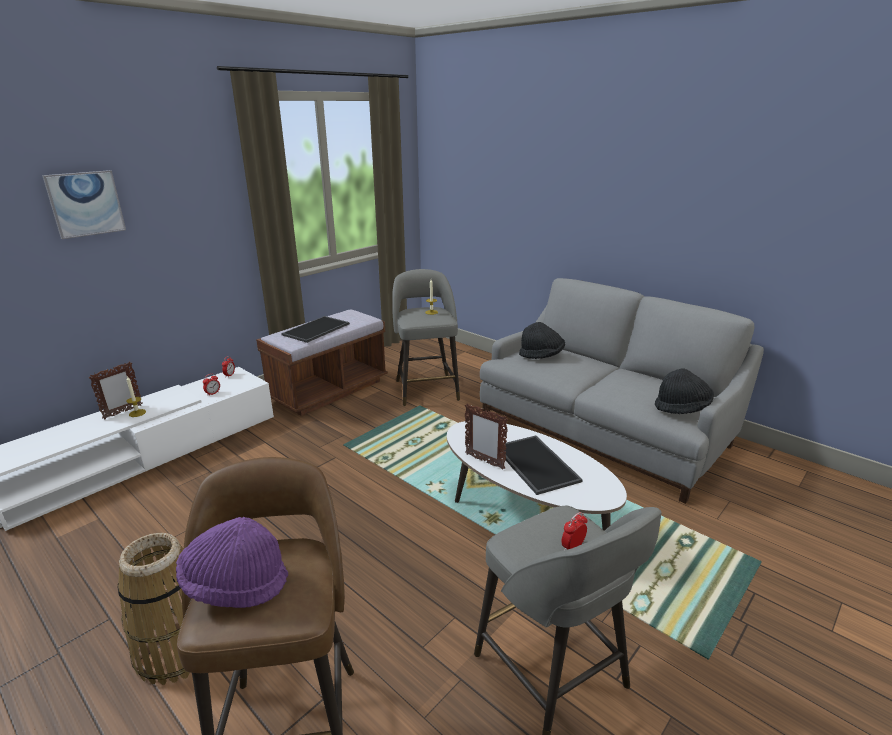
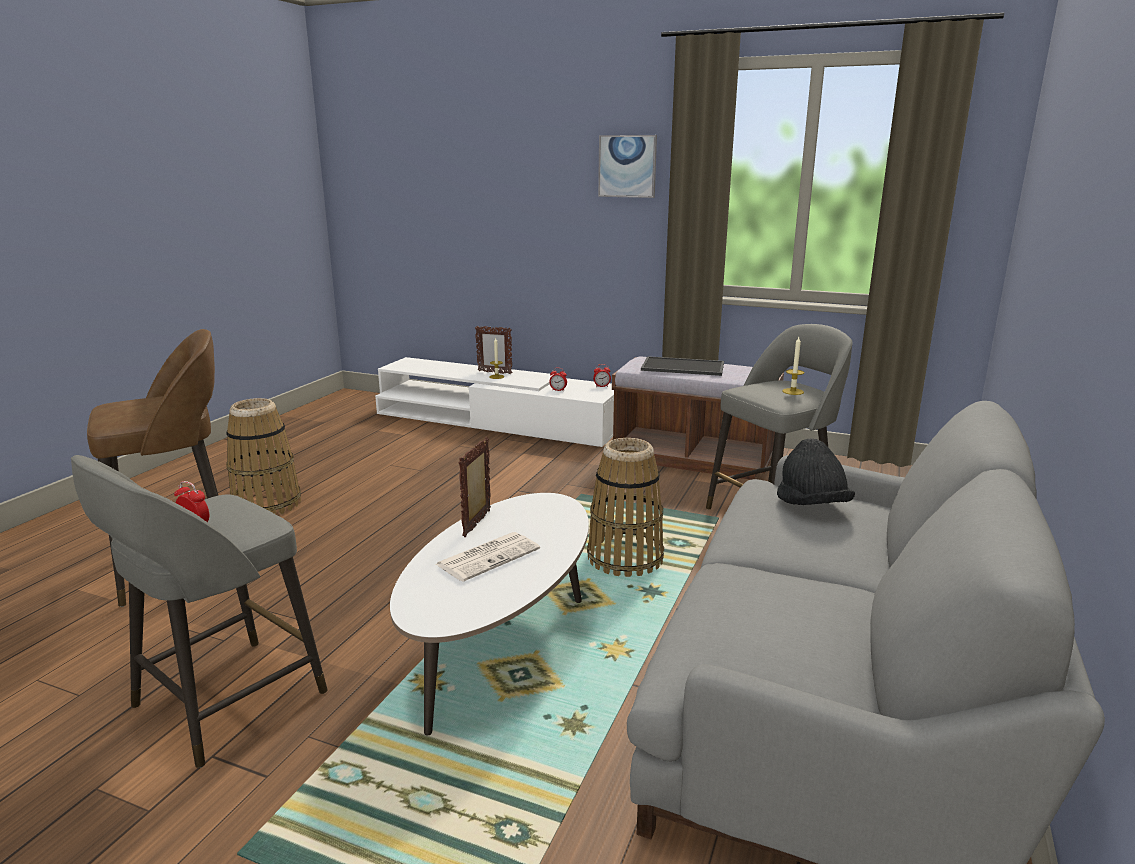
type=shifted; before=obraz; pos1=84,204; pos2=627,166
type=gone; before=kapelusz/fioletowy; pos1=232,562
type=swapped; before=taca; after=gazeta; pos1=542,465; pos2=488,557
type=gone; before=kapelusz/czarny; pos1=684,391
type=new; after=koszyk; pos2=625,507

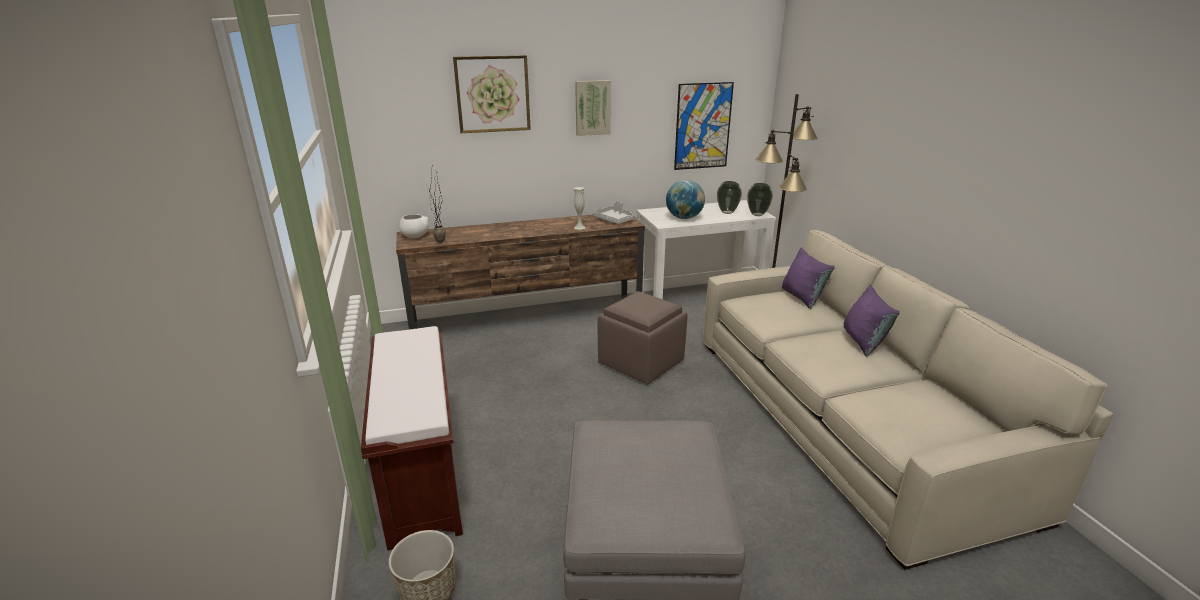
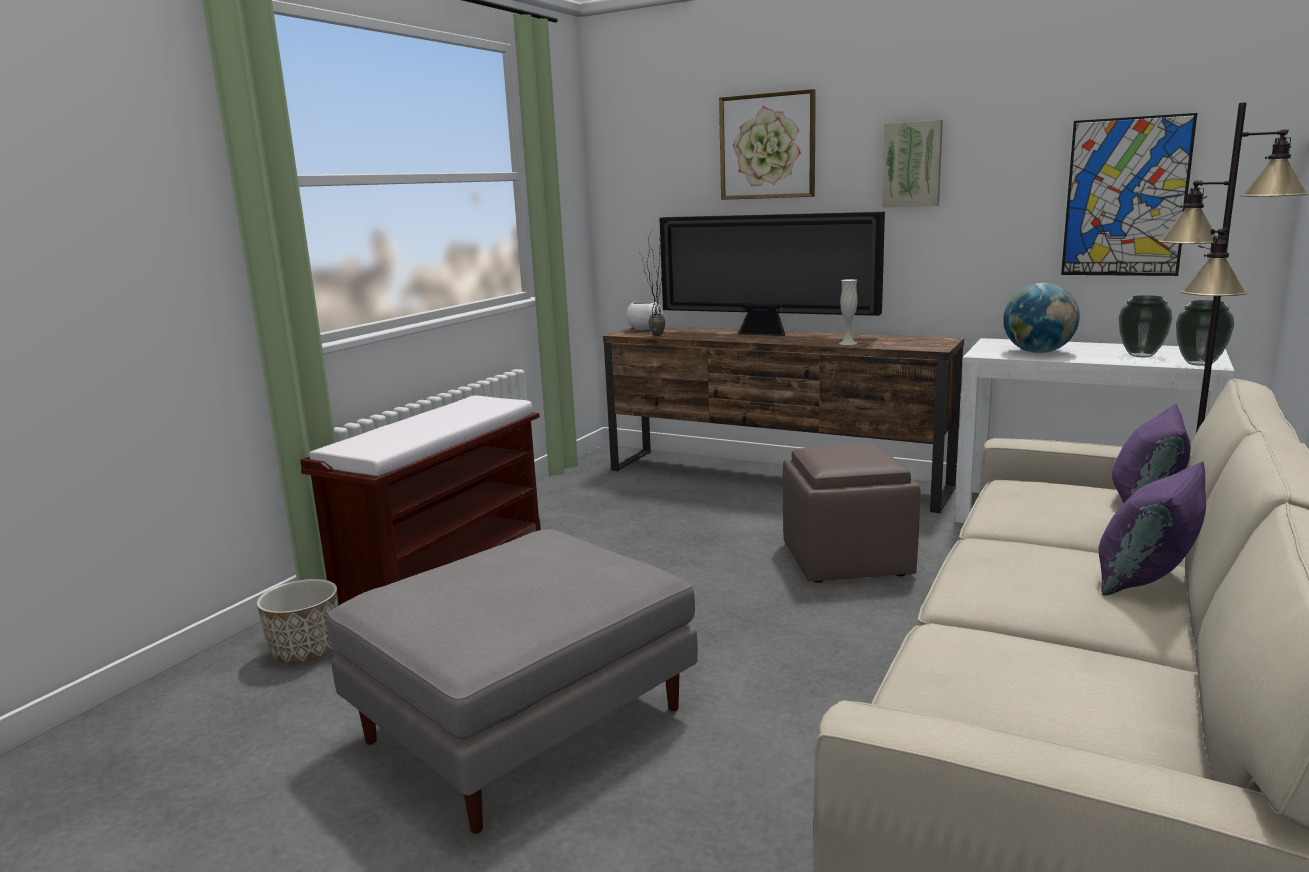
type=gone; before=taca/szary; pos1=613,212
type=new; after=telewizor; pos2=772,274

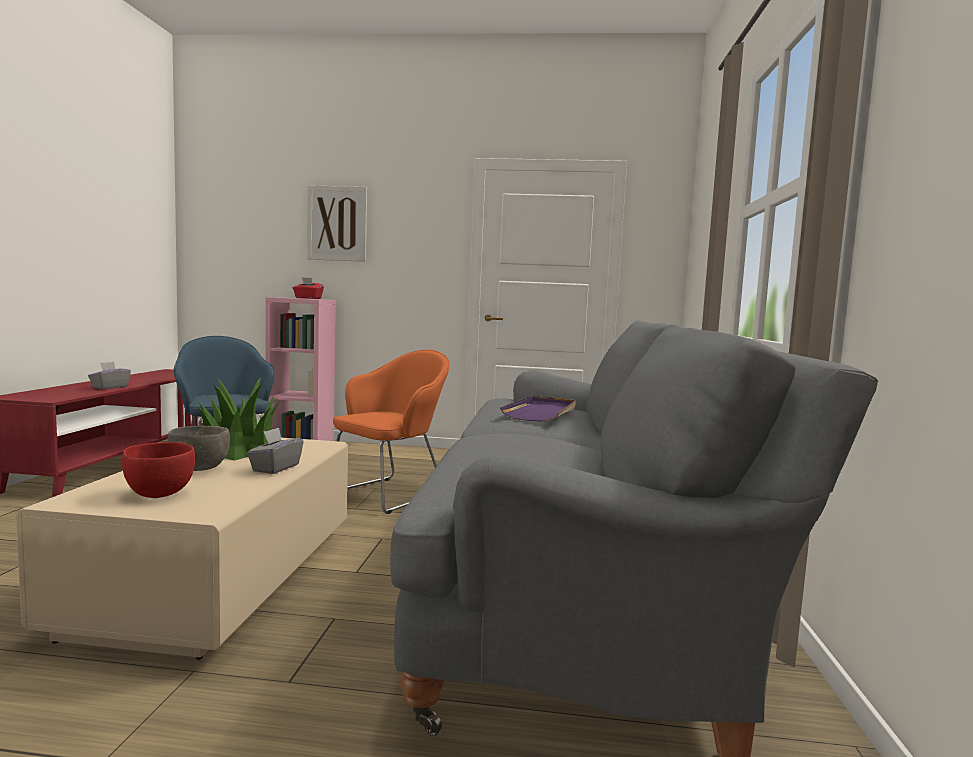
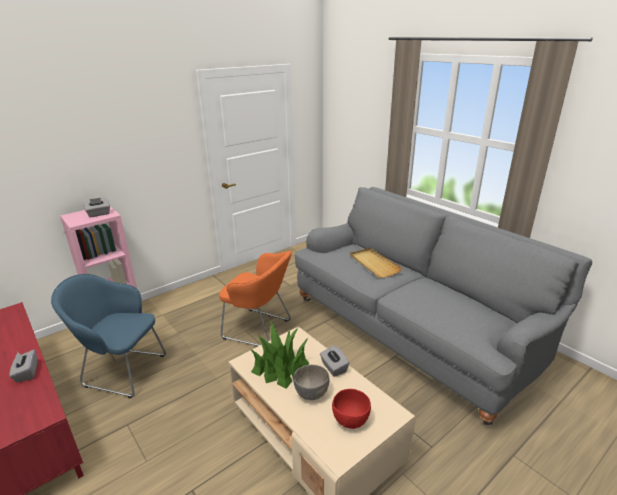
type=repainted; before=pudełko chusteczek/czerwony; after=pudełko chusteczek/szary; pos1=308,288; pos2=96,207
type=gone; before=obraz; pos1=337,223
type=rotated; before=fotel/pomarańczowy; pos1=391,432; pos2=255,298; turn=120
type=repainted; before=taca/fioletowy; after=taca/beżowy; pos1=538,409; pos2=376,263

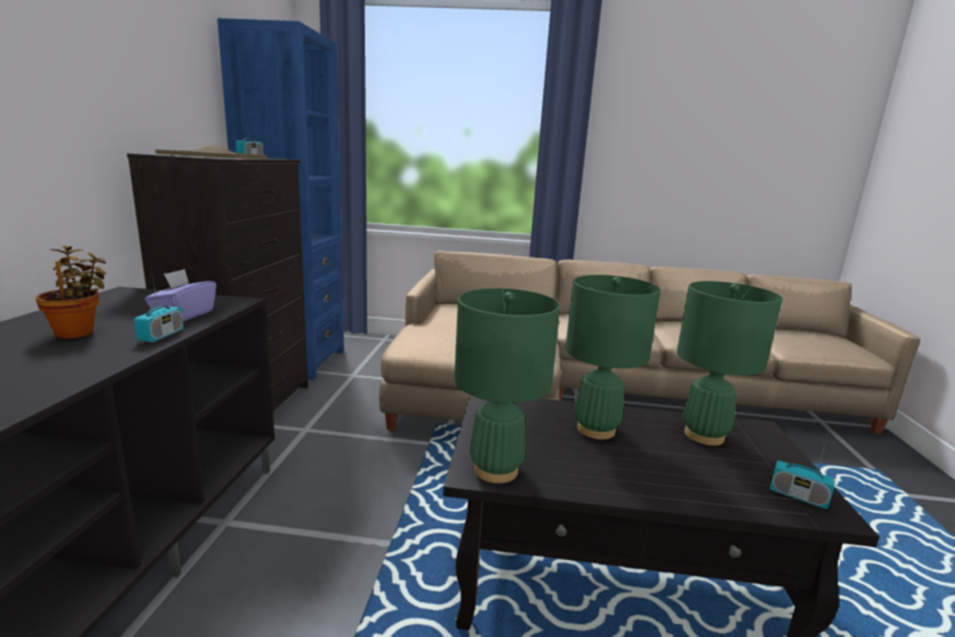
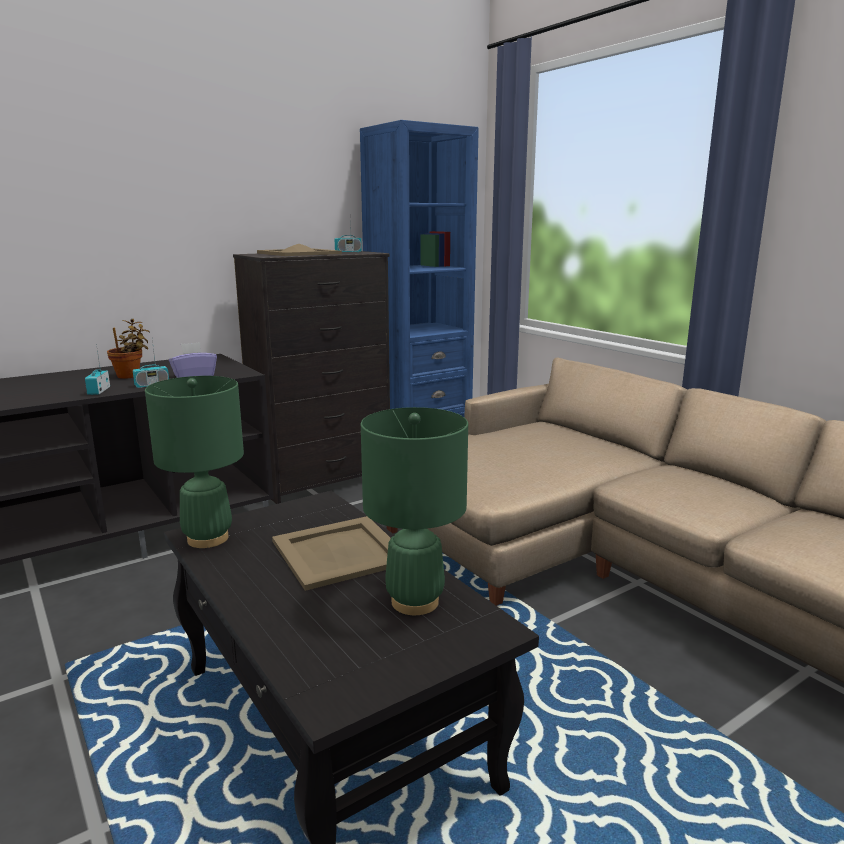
type=swapped; before=lampa stołowa/zielony; after=taca/beżowy; pos1=613,357; pos2=331,553
type=shifted; before=radio; pos1=802,470; pos2=97,369

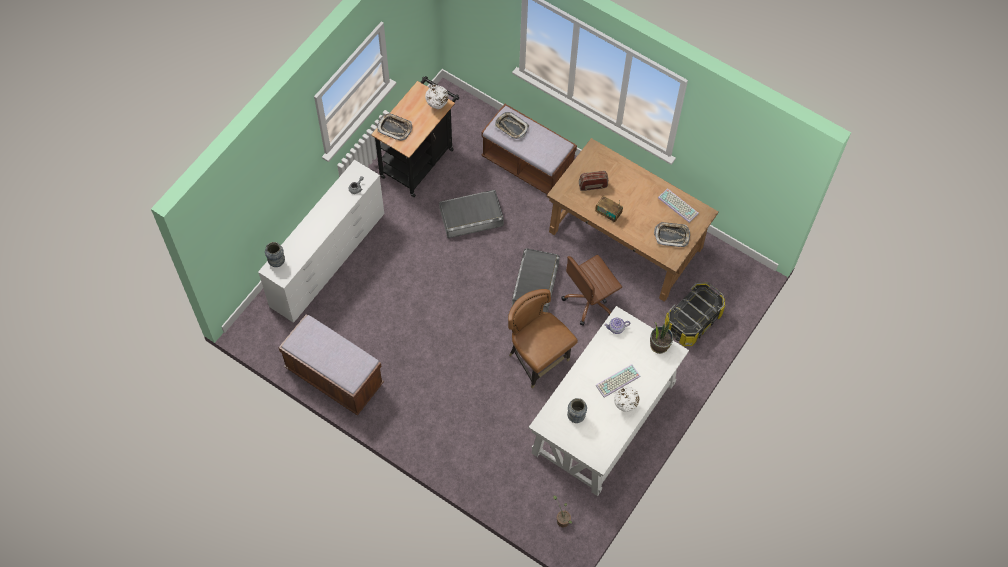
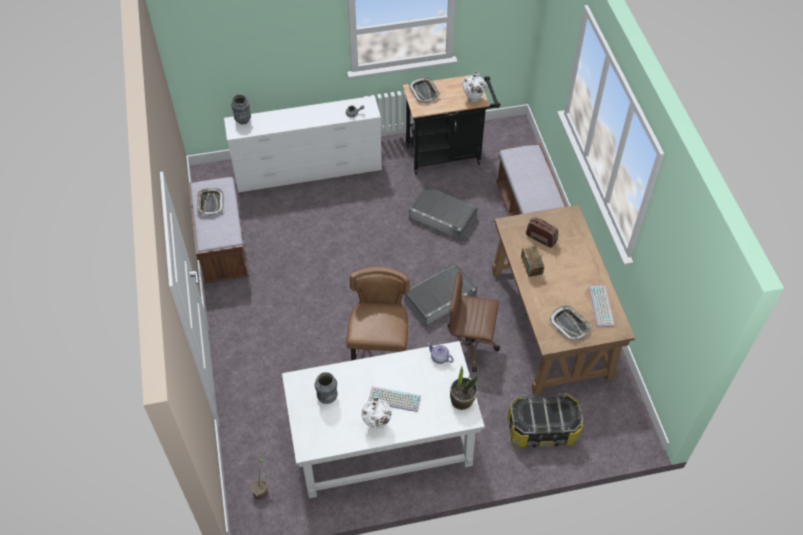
type=shifted; before=taca; pos1=512,125; pos2=210,202

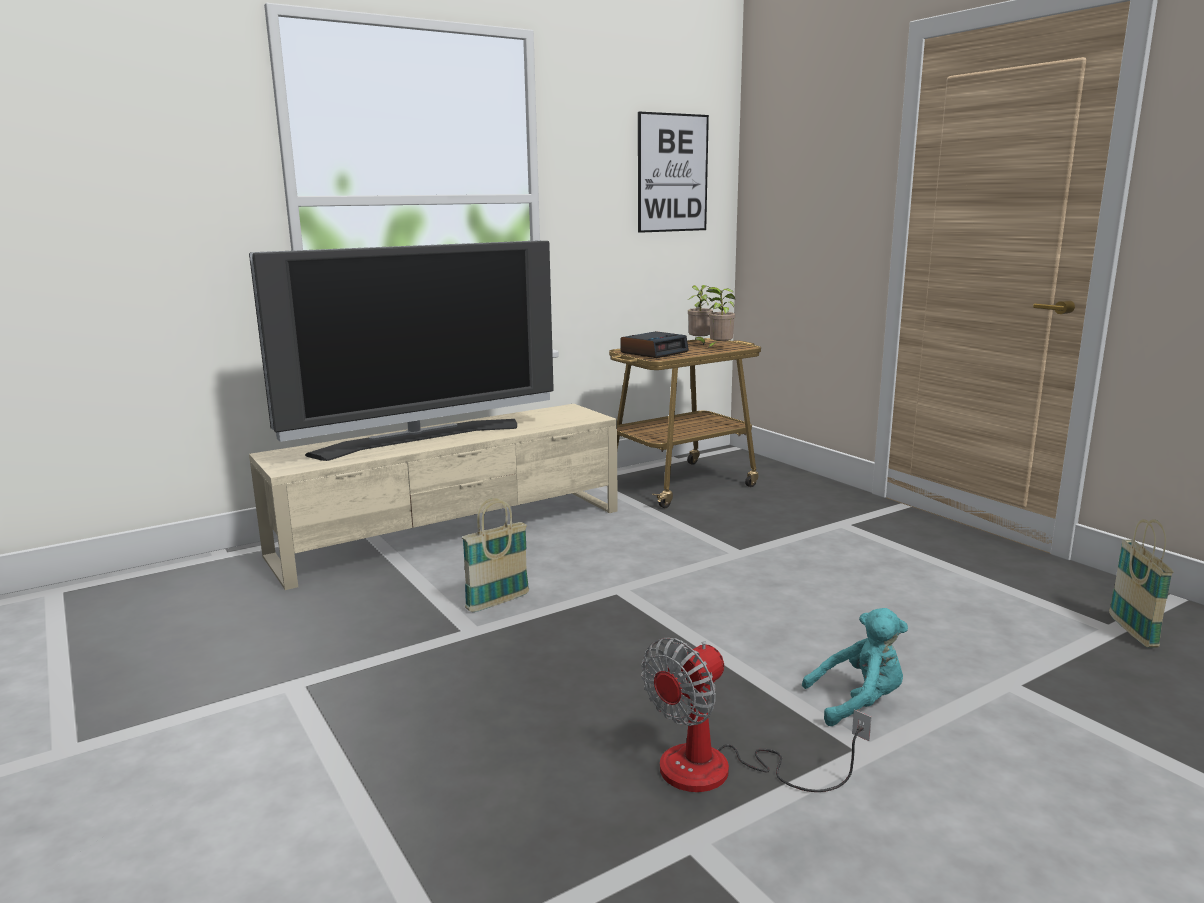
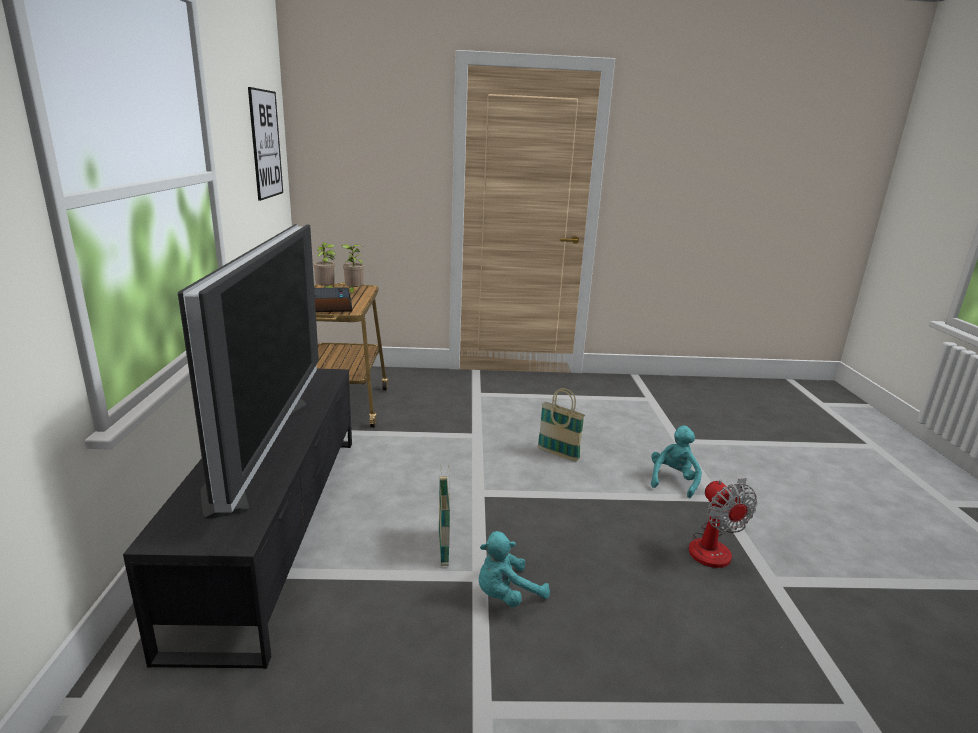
type=repainted; before=szafka pod telewizor/beżowy; after=szafka pod telewizor/czarny; pos1=433,497; pos2=237,519
type=shifted; before=koszyk; pos1=1141,583; pos2=561,424
type=new; after=pluszak/turkusowy; pos2=514,569

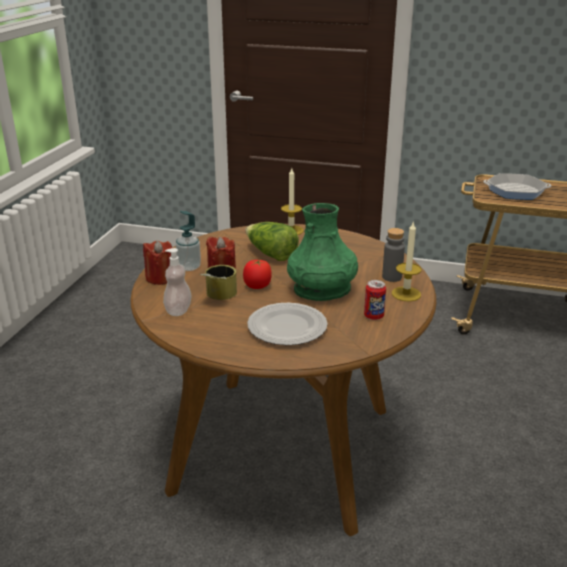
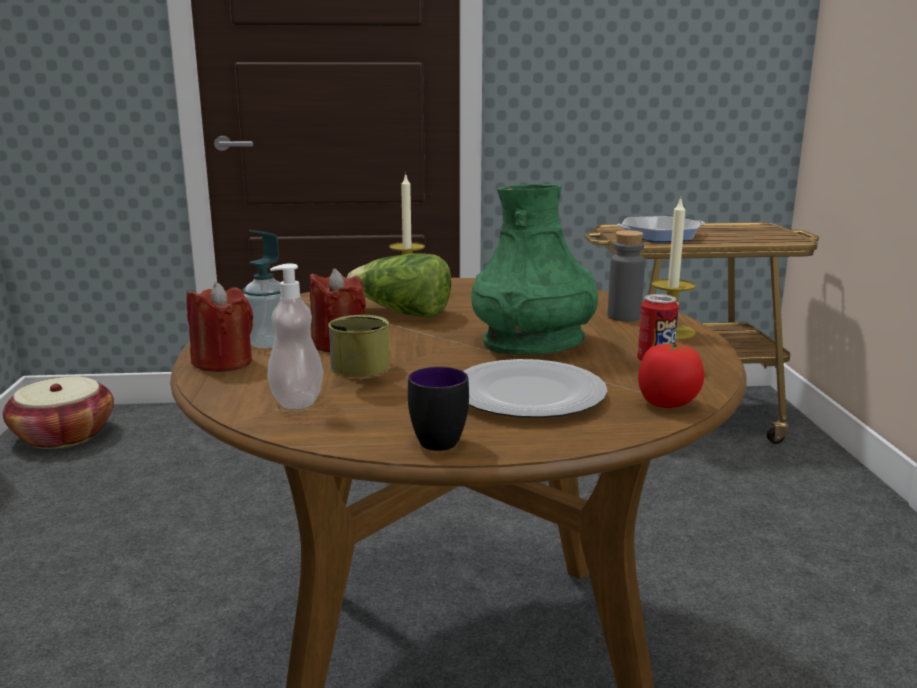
type=shifted; before=pomidor; pos1=257,274; pos2=671,375
type=new; after=koszyk; pos2=58,412
type=new; after=kubek; pos2=438,409

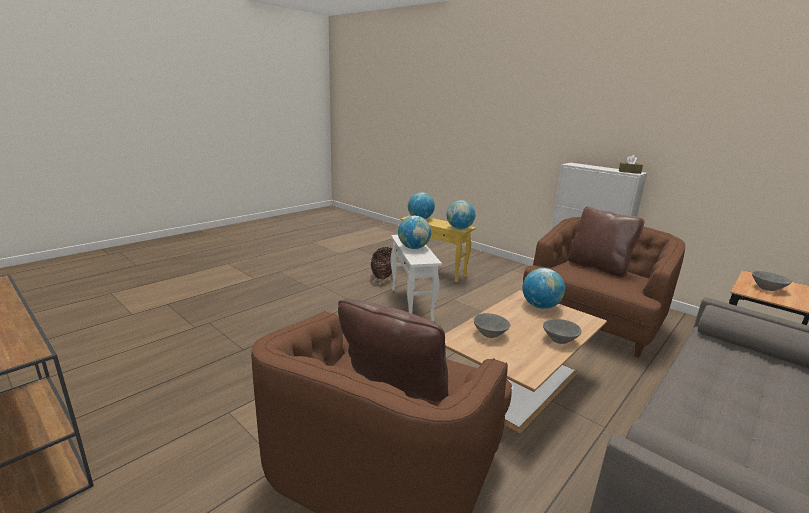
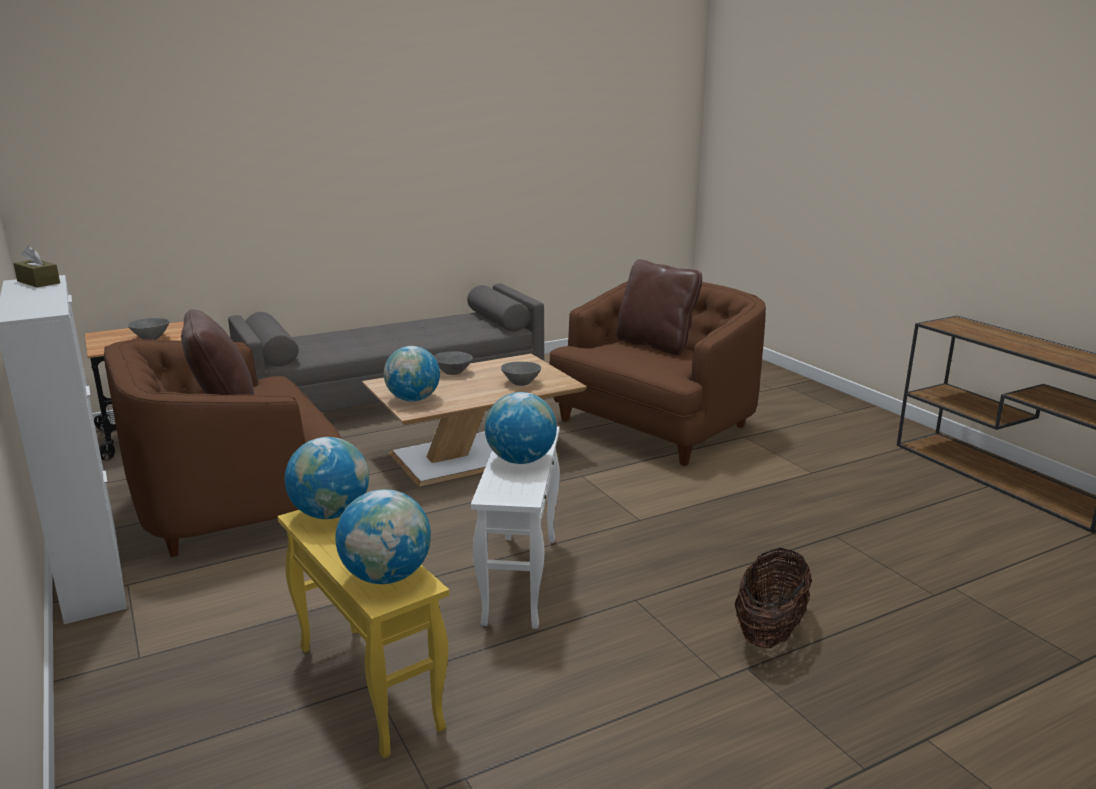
type=shifted; before=koszyk; pos1=381,263; pos2=773,598

